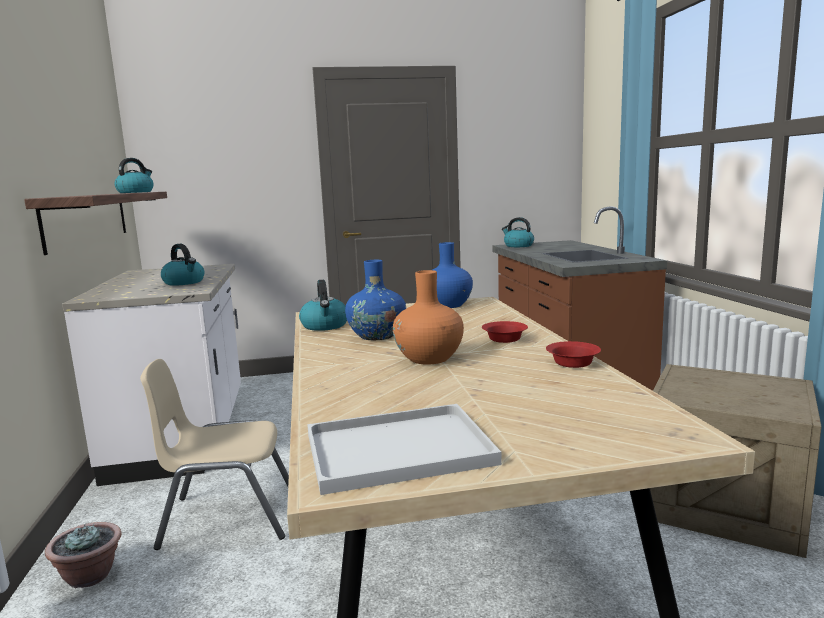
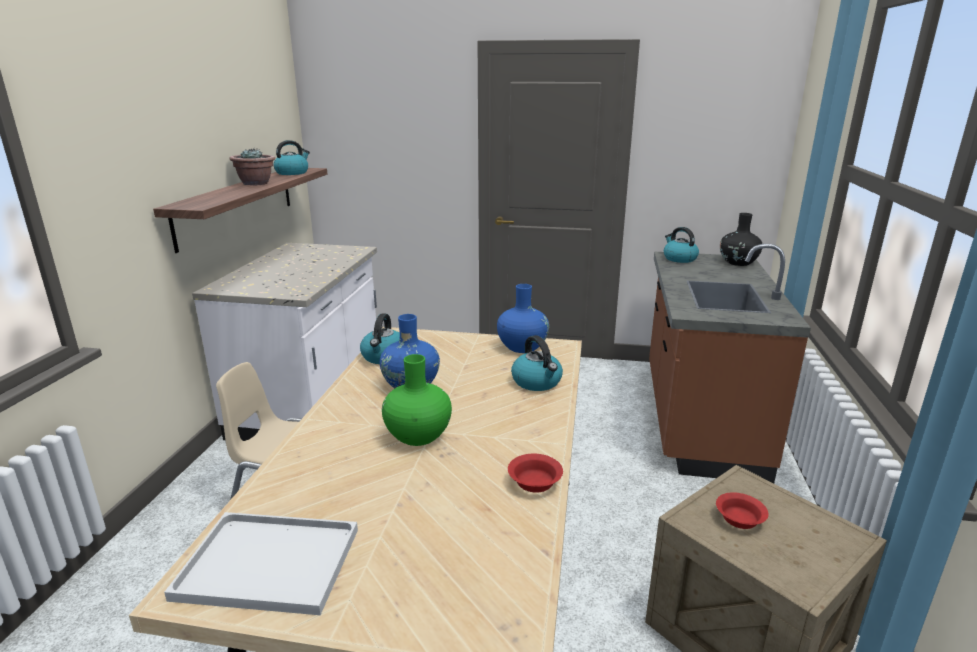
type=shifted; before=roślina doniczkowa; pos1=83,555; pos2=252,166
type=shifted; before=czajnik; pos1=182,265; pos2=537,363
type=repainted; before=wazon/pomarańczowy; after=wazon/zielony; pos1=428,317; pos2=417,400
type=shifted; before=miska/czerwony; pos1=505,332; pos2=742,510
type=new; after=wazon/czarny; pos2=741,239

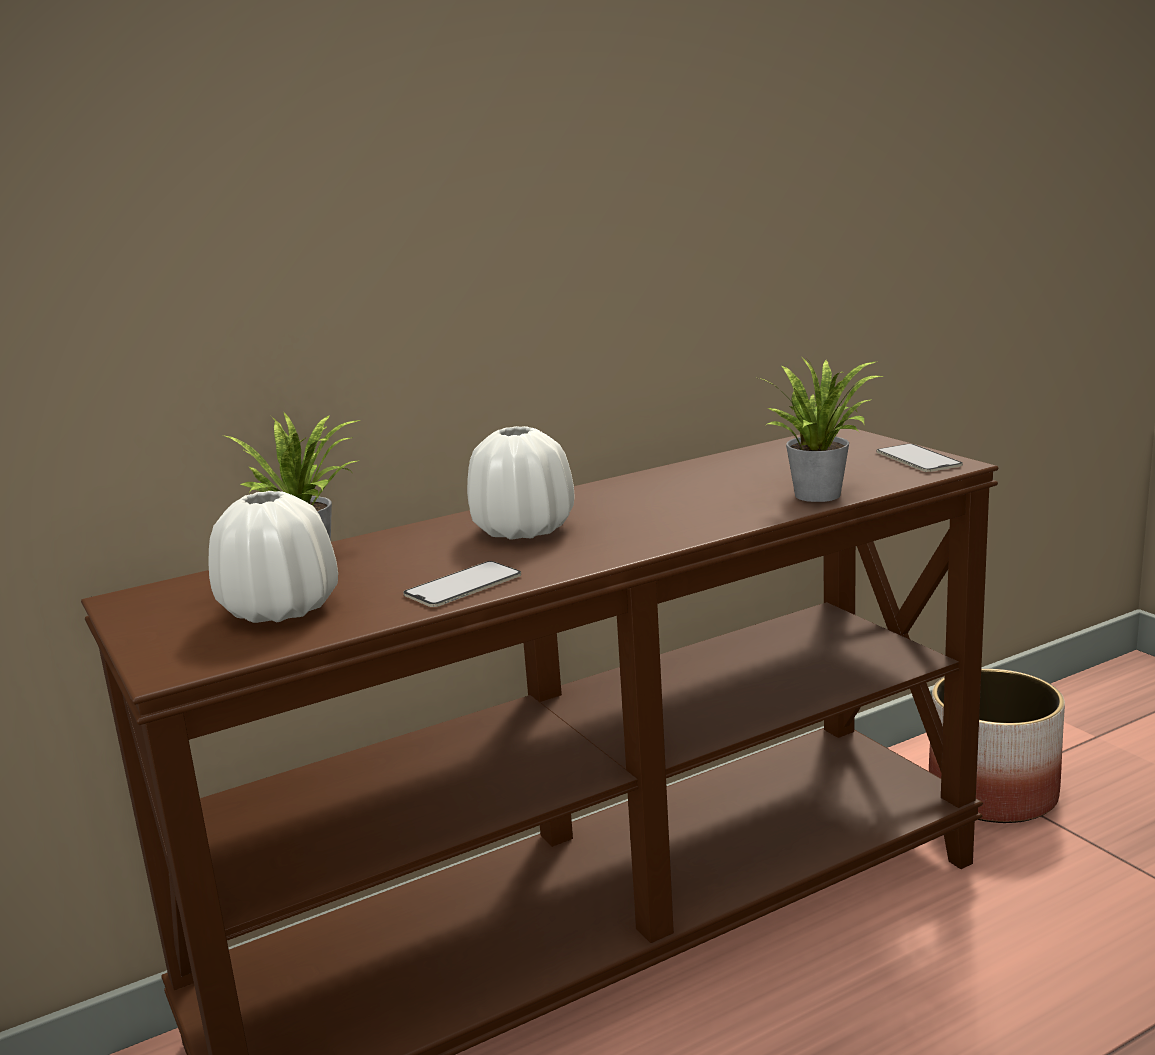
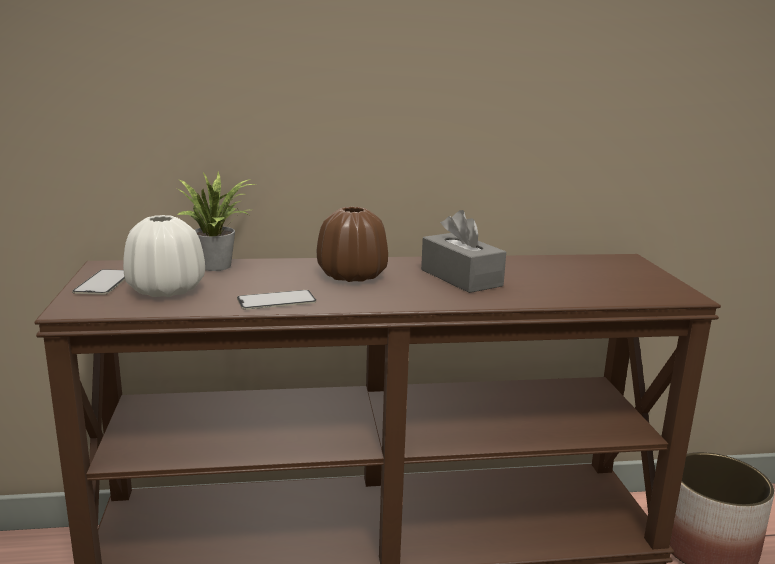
type=repainted; before=wazon/biały; after=wazon/brązowy; pos1=521,483; pos2=352,244
type=gone; before=roślina doniczkowa; pos1=822,429
type=shifted; before=telefon; pos1=920,458; pos2=98,282
type=new; after=pudełko chusteczek/szary; pos2=463,251

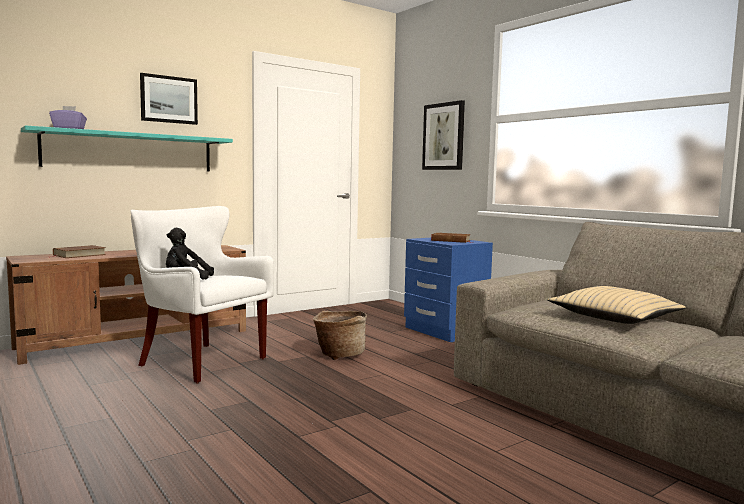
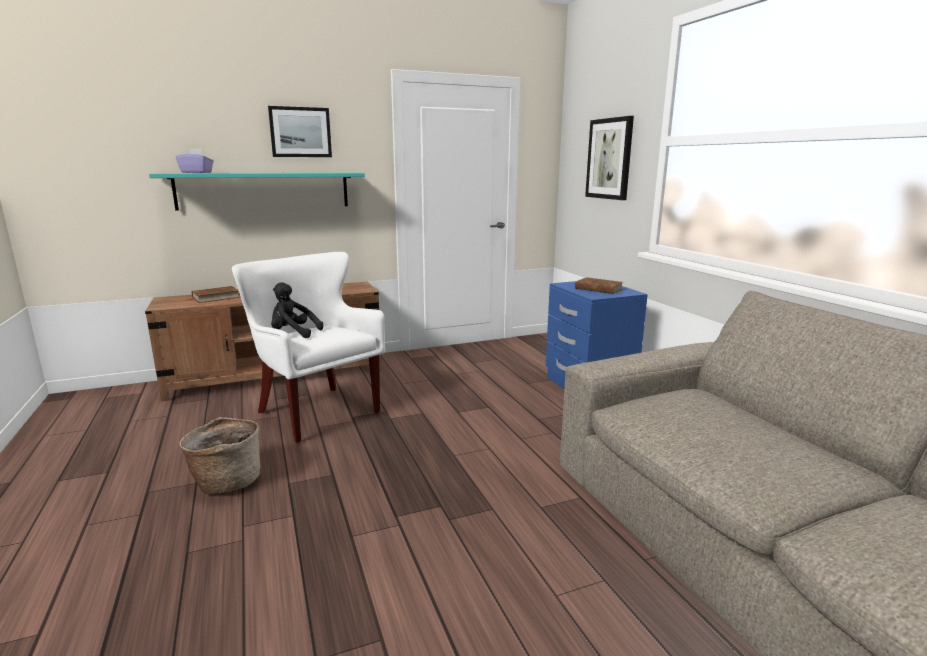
type=shifted; before=koszyk; pos1=340,335; pos2=219,455
type=gone; before=poduszka/beżowy; pos1=616,305

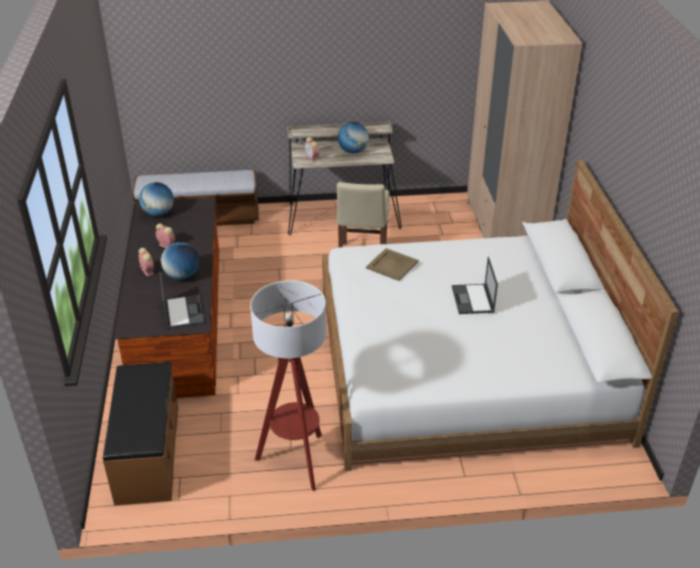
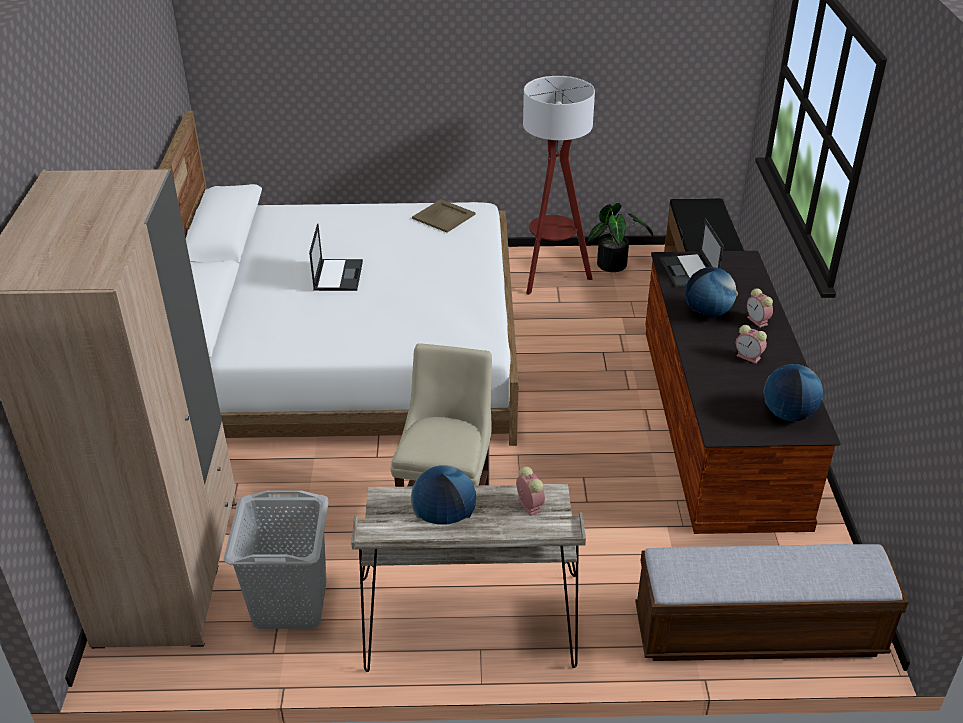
type=shifted; before=taca/beżowy; pos1=392,264; pos2=444,216
type=new; after=kosz na pranie/szary; pos2=276,559
type=new; after=roślina doniczkowa; pos2=620,237

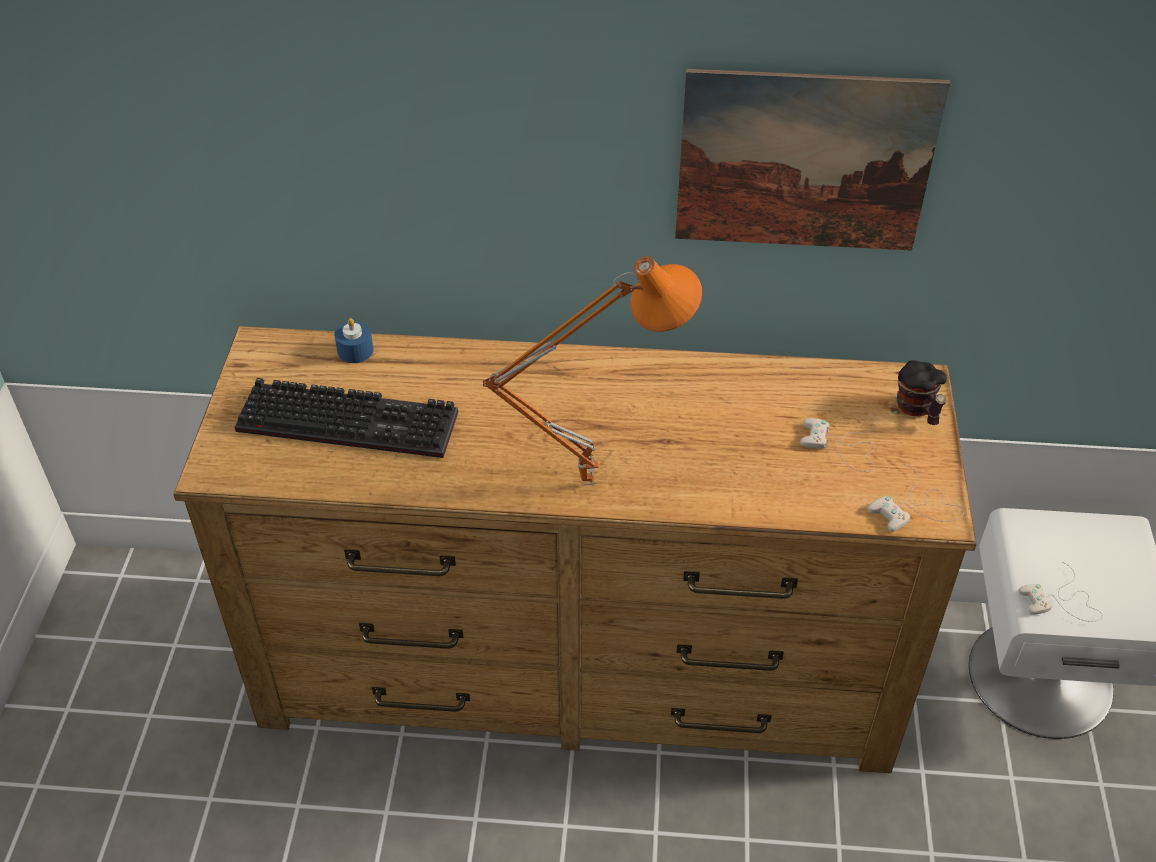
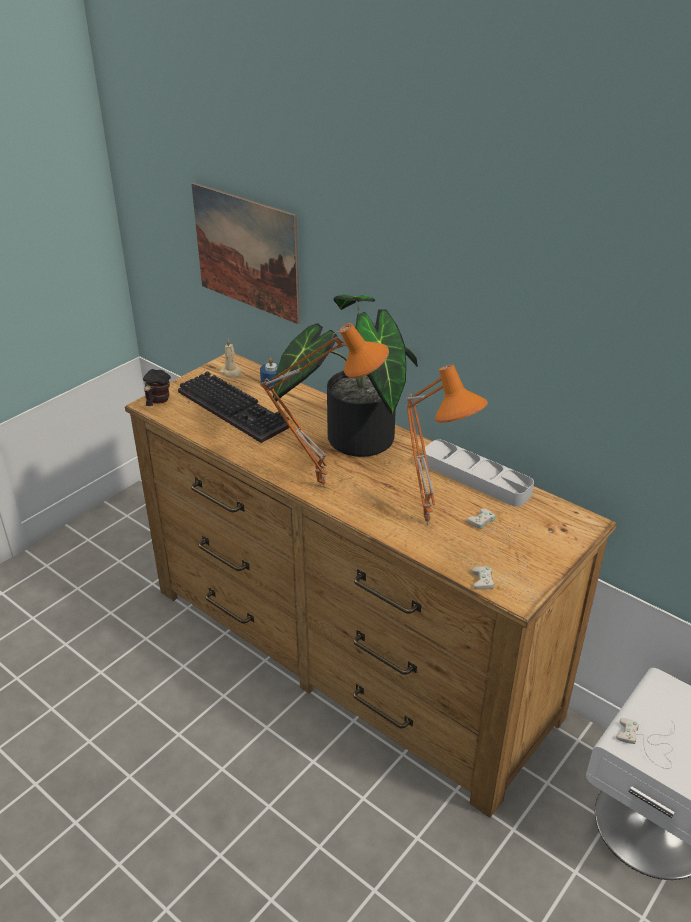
type=shifted; before=obraz; pos1=812,160; pos2=245,253
type=shifted; before=kubek; pos1=922,392; pos2=157,387
type=new; after=świeca/beżowy; pos2=231,358
type=new; after=roślina doniczkowa; pos2=345,376
type=new; after=lampa stołowa/pomarańczowy; pos2=447,445
type=new; after=taca/szary; pos2=478,473

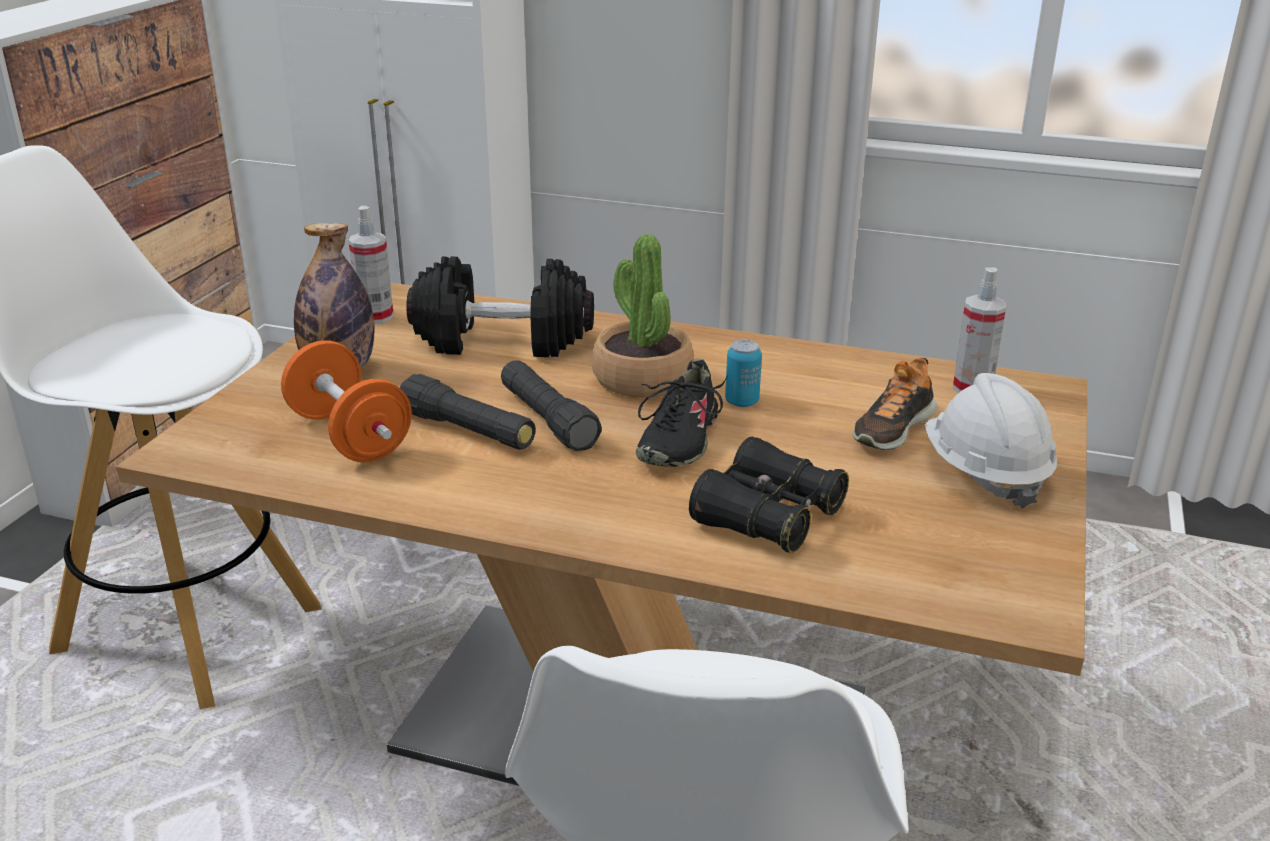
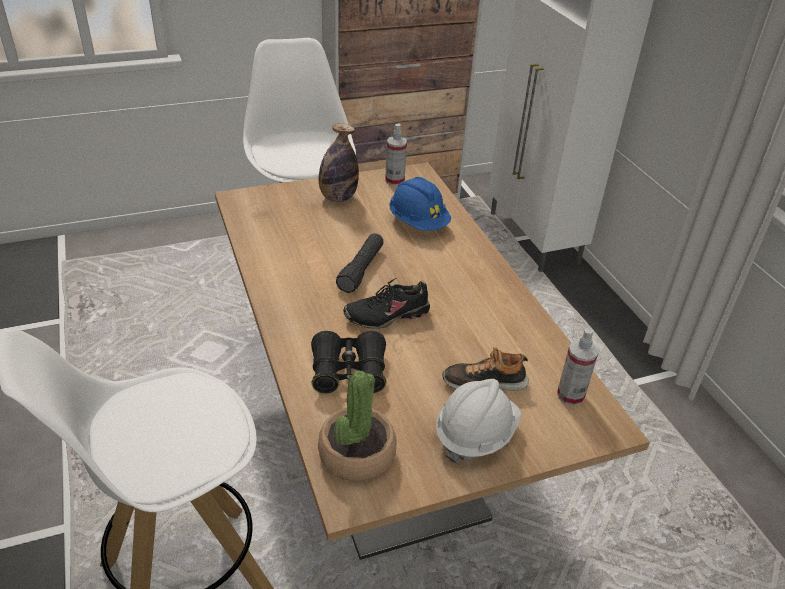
type=gone; before=hantel/pomarańczowy; pos1=346,401
type=gone; before=latarka/czarny; pos1=468,412
type=swapped; before=hantel/czarny; after=kask/niebieski; pos1=500,306; pos2=420,204
type=shifted; before=roślina doniczkowa; pos1=643,316; pos2=357,426
type=gone; before=puszka; pos1=743,373

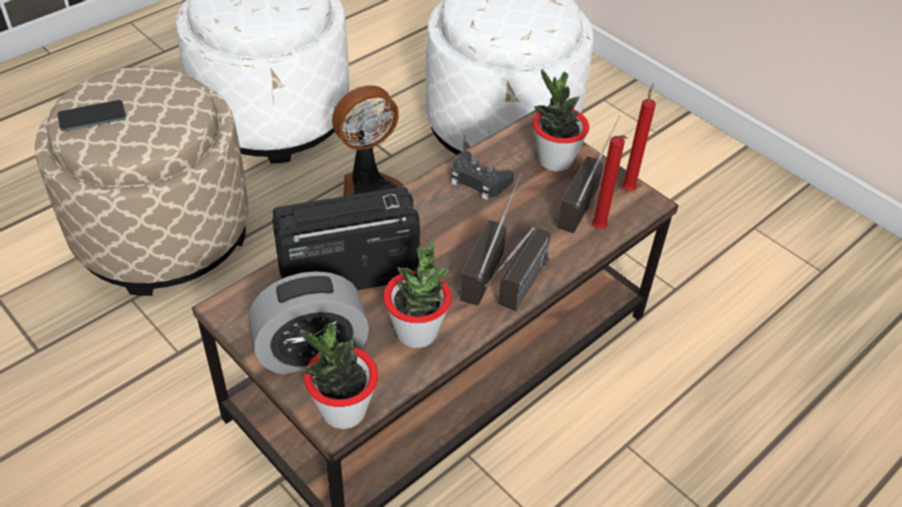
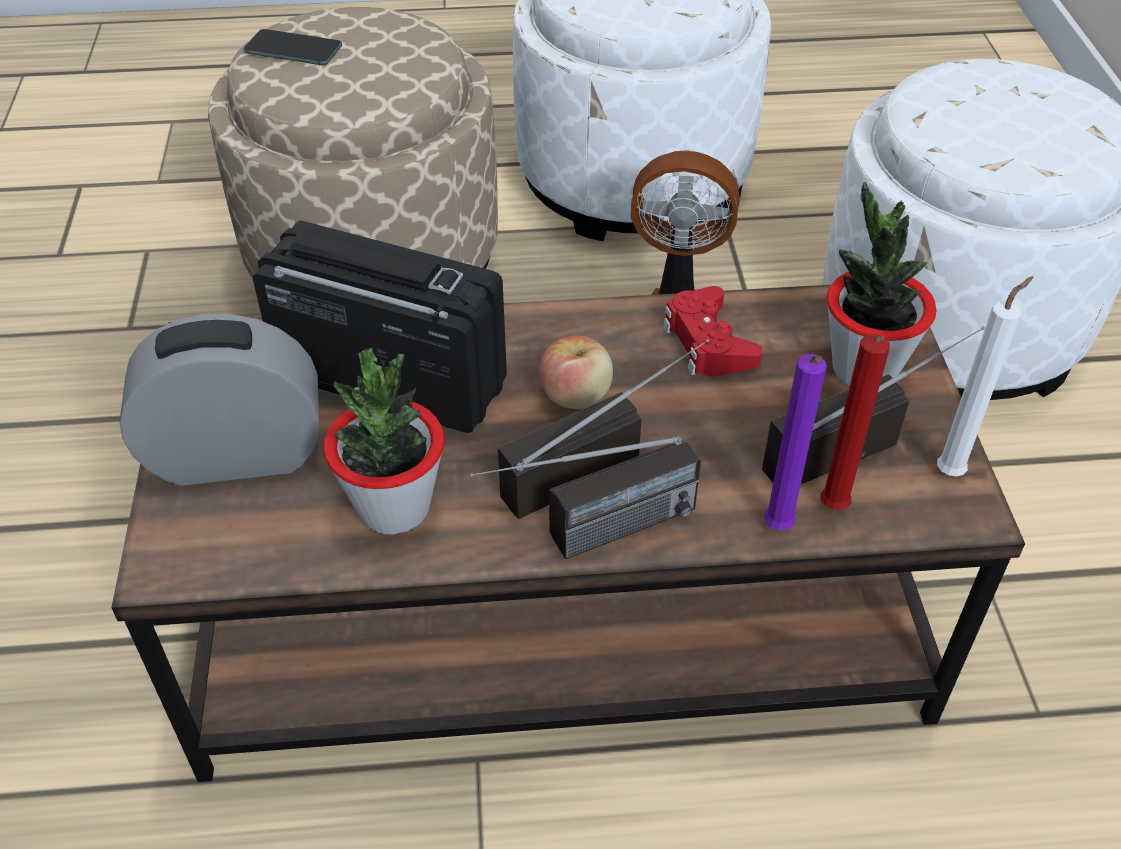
type=rotated; before=budzik; pos1=308,322; pos2=219,400; turn=150
type=gone; before=roślina doniczkowa; pos1=339,375
type=repainted; before=pad do gier/czarny; after=pad do gier/czerwony; pos1=482,175; pos2=713,331
type=repainted; before=świeca/czerwony; after=świeca/biały; pos1=639,137; pos2=985,376
type=new; after=jabłko; pos2=575,372
type=new; after=świeca/fioletowy; pos2=795,442

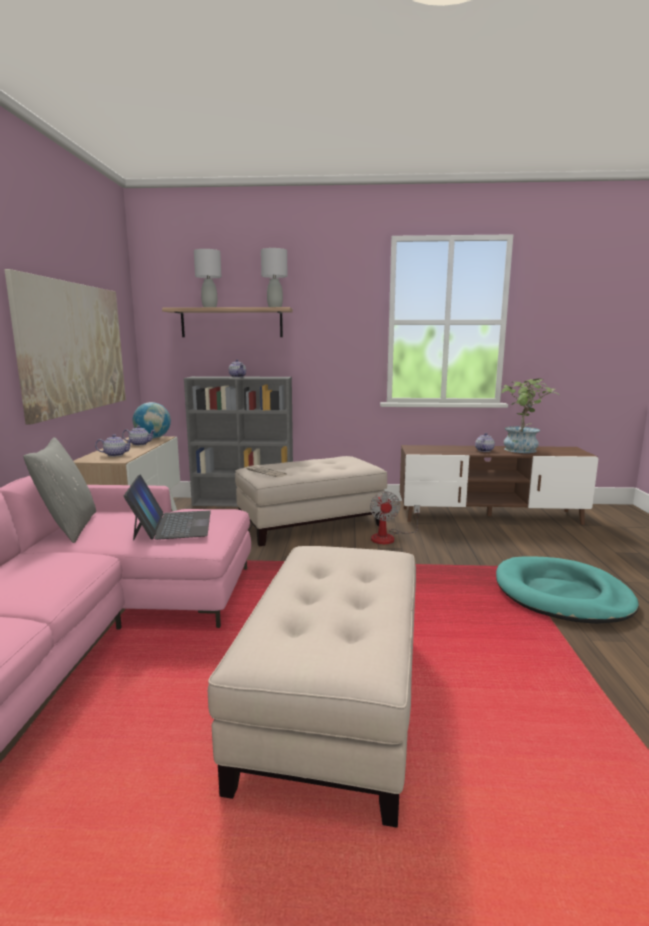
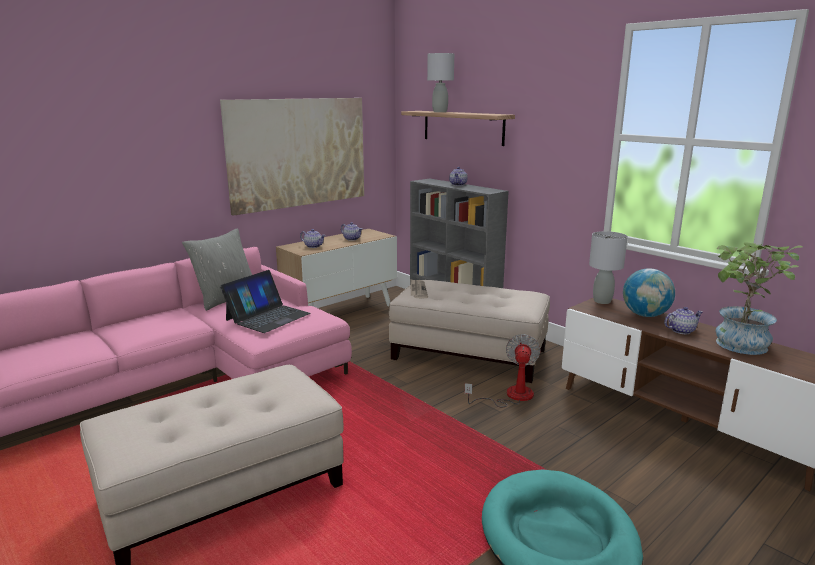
type=shifted; before=globus; pos1=152,420; pos2=649,292
type=shifted; before=lampa stołowa/szary; pos1=274,277; pos2=608,267
type=rotated; before=wentylator; pos1=395,517; pos2=503,370; turn=150

